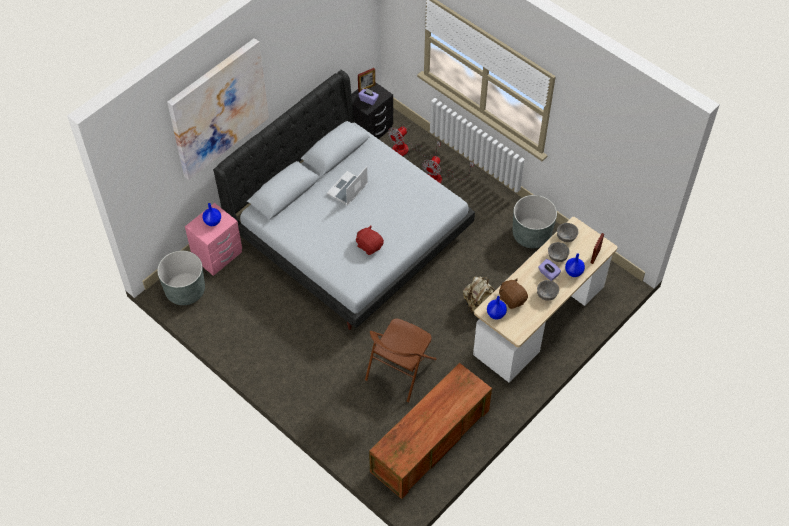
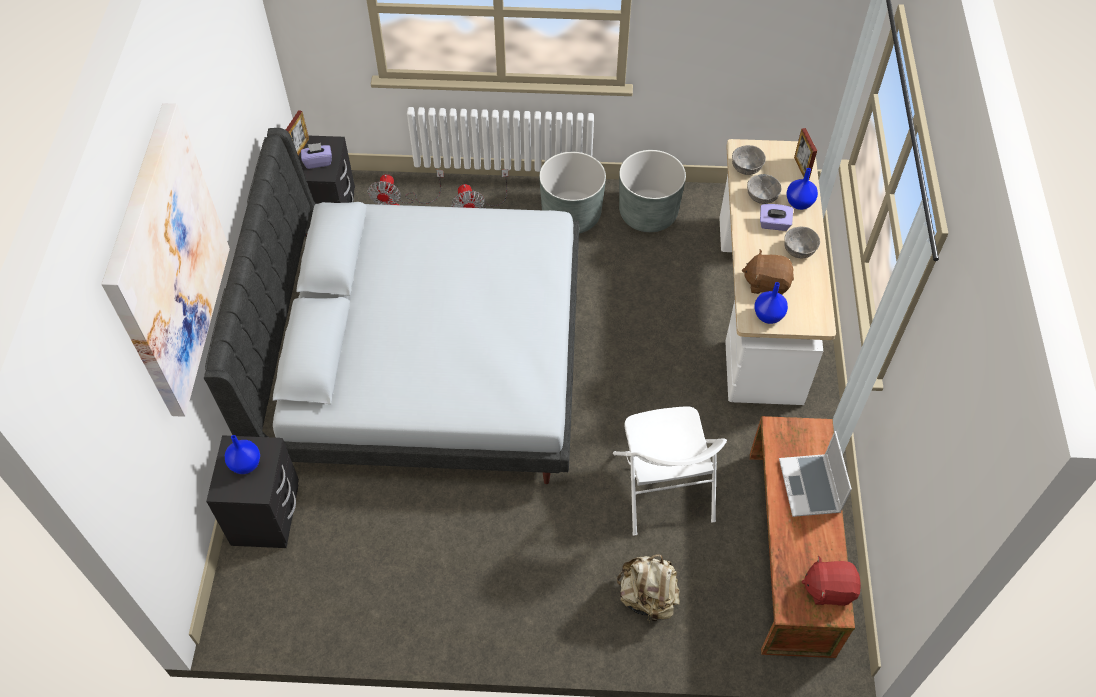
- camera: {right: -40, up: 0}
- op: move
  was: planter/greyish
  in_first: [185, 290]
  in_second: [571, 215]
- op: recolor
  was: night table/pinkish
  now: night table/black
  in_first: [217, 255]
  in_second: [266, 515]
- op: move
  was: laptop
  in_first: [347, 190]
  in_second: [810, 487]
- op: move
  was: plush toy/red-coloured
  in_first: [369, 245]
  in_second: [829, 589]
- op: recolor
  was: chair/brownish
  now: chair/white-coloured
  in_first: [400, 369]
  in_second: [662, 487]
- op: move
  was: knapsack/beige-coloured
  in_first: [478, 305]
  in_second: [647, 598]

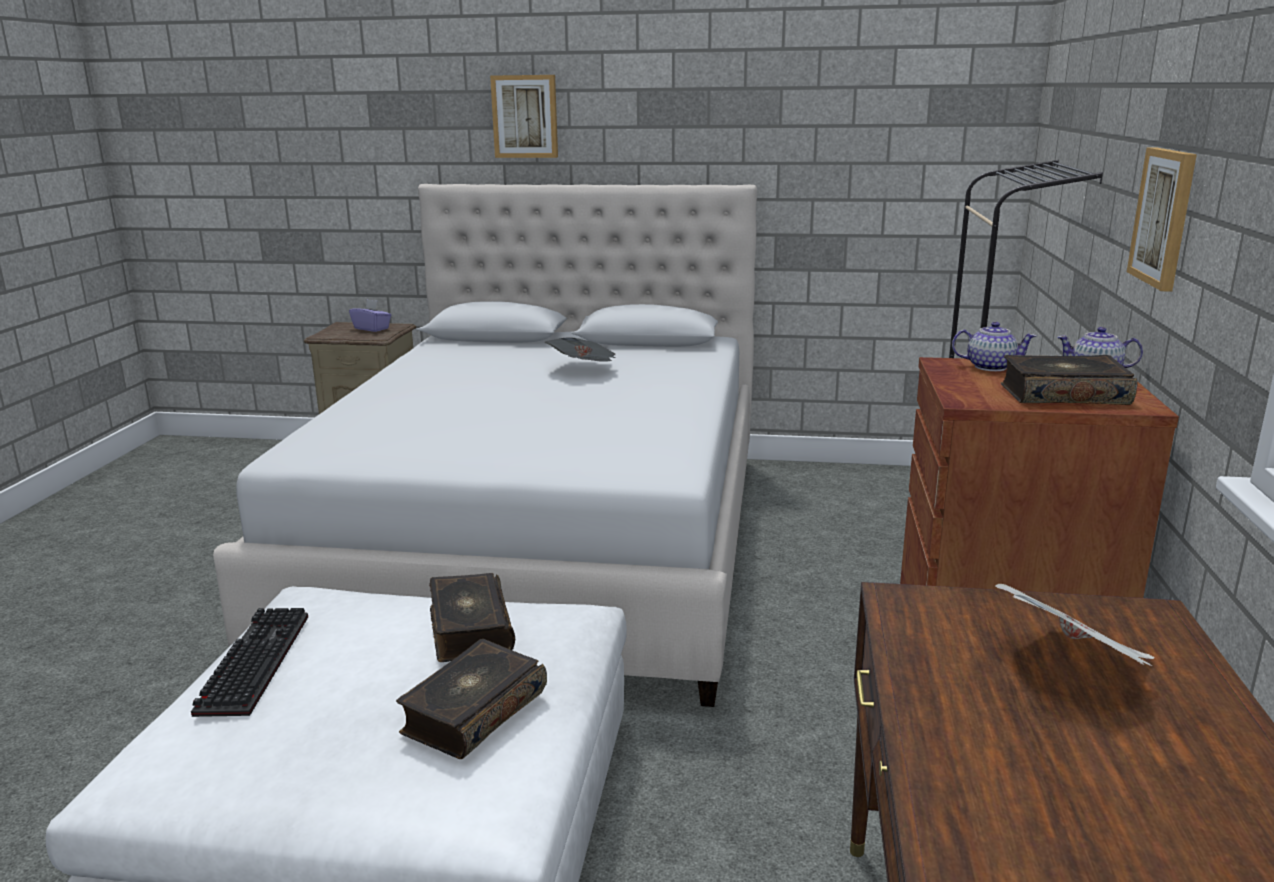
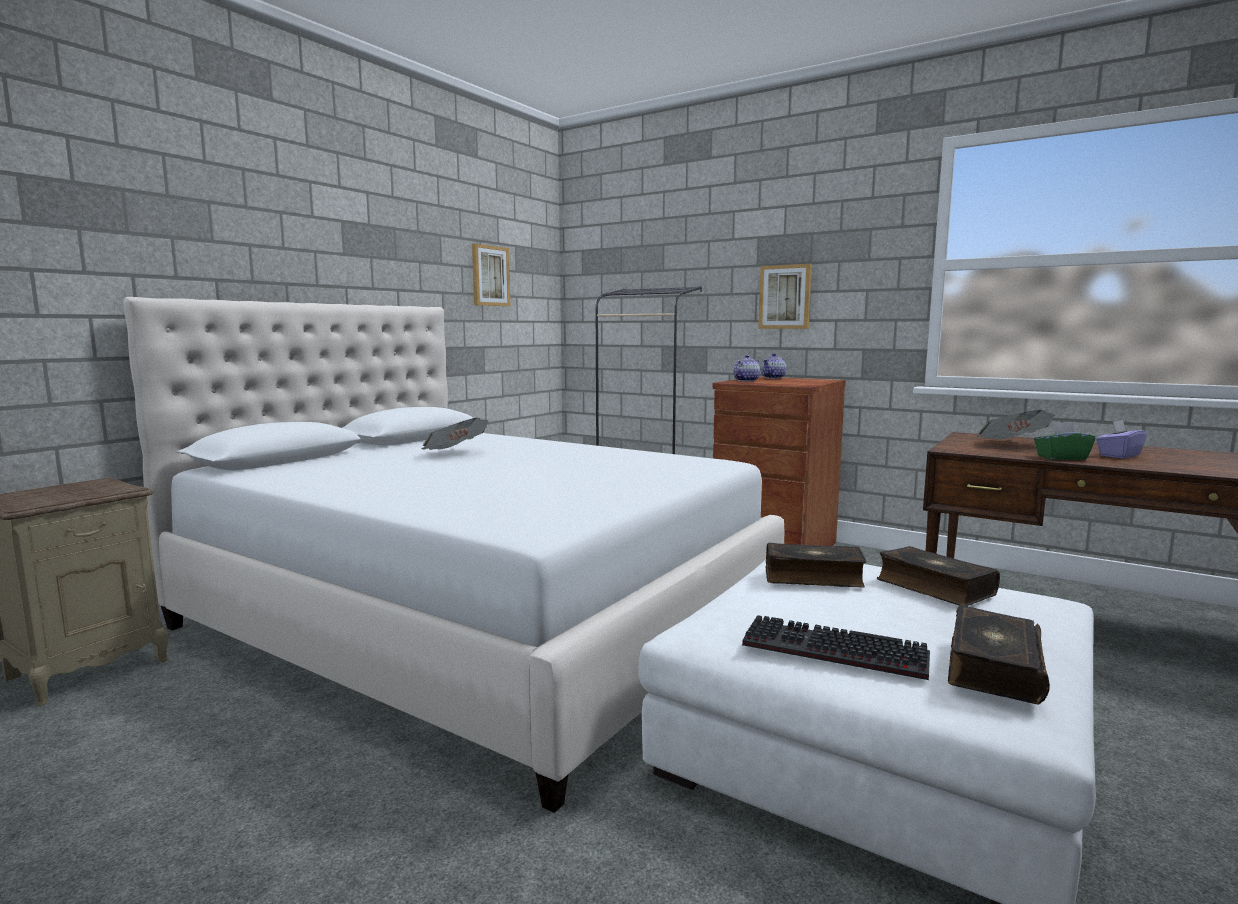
- camera: {right: -65, up: -10}
- op: move
  was: box of tissues/purplish
  in_first: [372, 328]
  in_second: [1118, 455]
- op: move
  was: wall picture
  in_first: [525, 116]
  in_second: [490, 276]
- op: move
  was: book
  in_first: [1063, 395]
  in_second: [992, 668]
- op: insert
  now: box of tissues/greenish
  in_second: [1061, 457]

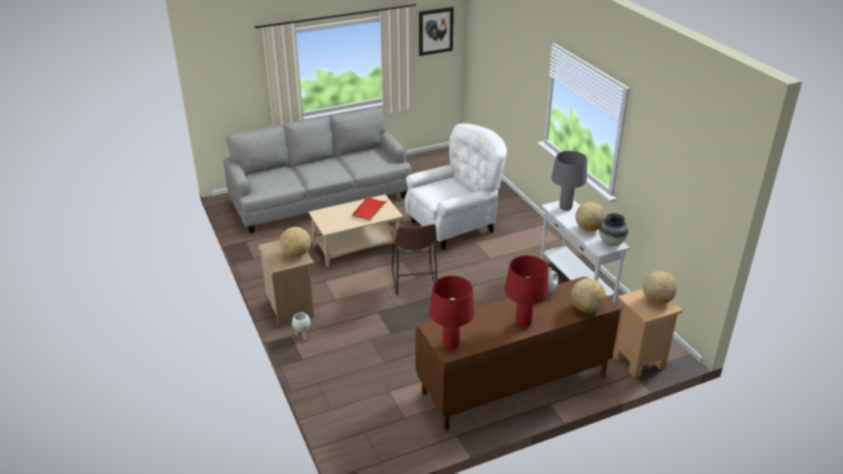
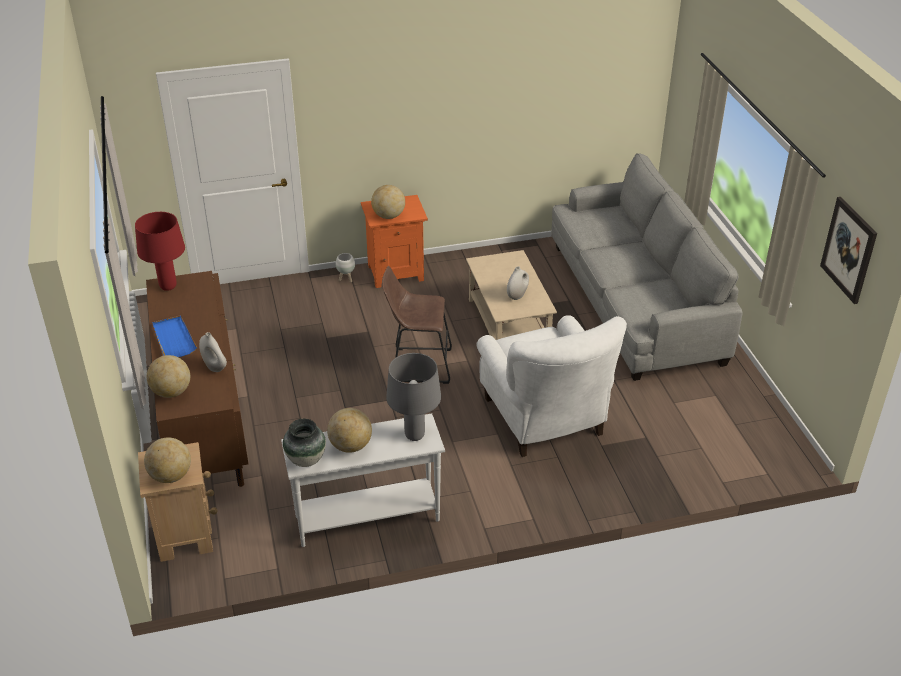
- camera: {right: 100, up: 5}
- op: recolor
  was: night table/beige-coloured
  now: night table/orange
  in_first: [291, 308]
  in_second: [396, 273]
- op: replace
  was: carrying tray/red-coloured
  now: flower vase/white-coloured
  in_first: [369, 209]
  in_second: [517, 295]
- op: replace
  was: lamp for a table/red-coloured
  now: carrying tray/blue-coloured
  in_first: [523, 323]
  in_second: [174, 339]

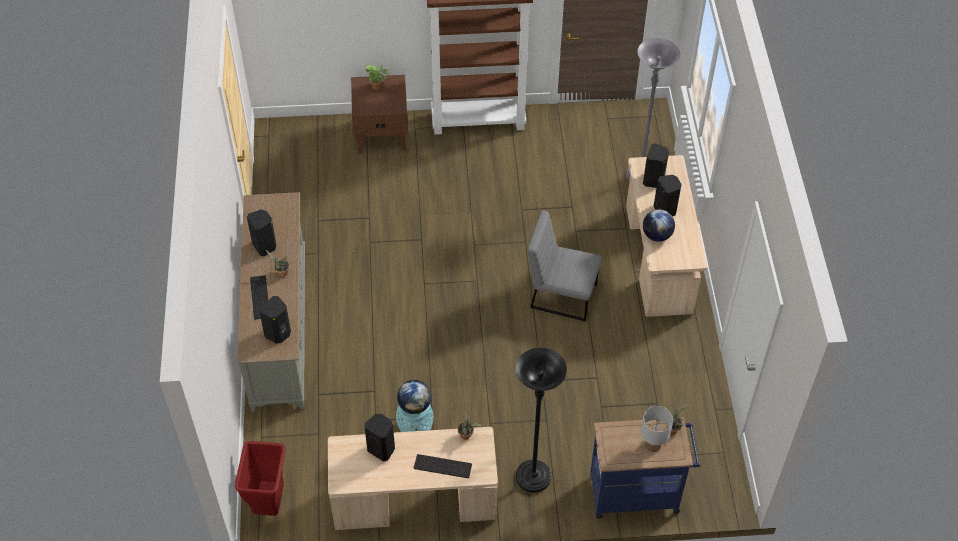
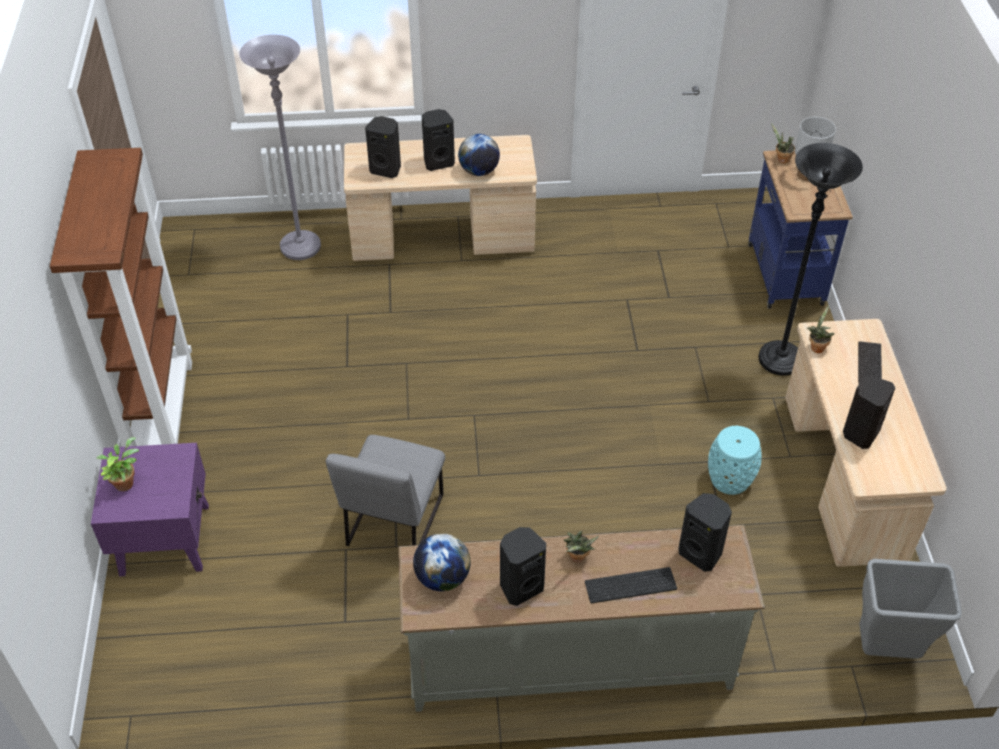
- camera: {right: -90, up: -5}
- op: recolor
  was: trash can/red-coloured
  now: trash can/greyish
  in_first: [270, 504]
  in_second: [886, 649]
- op: recolor
  was: night table/brownish
  now: night table/purplish
  in_first: [382, 134]
  in_second: [165, 538]
- op: move
  was: desk globe
  in_first: [414, 405]
  in_second: [442, 578]
- op: move
  was: chair/greyish
  in_first: [561, 295]
  in_second: [393, 522]

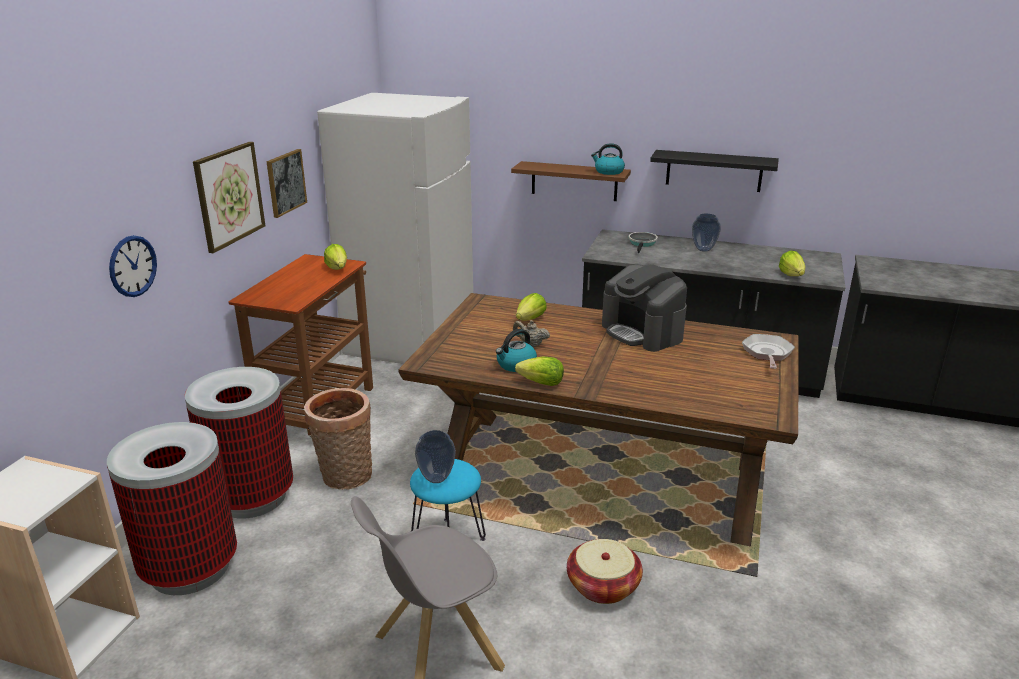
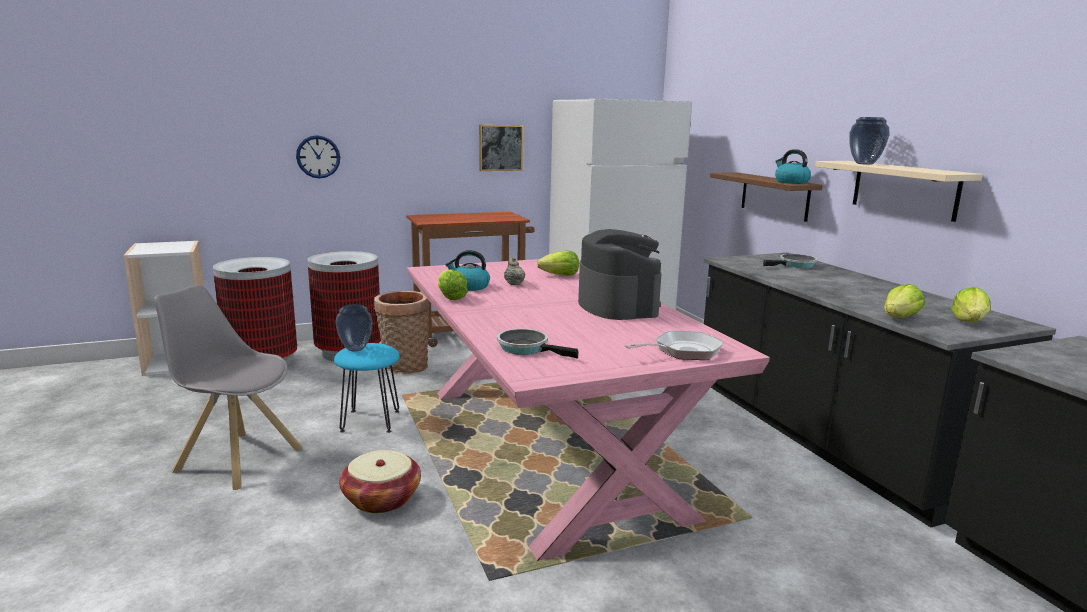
- camera: {right: 50, up: -10}
- op: delete
  was: wall picture
  in_first: [229, 195]
- op: move
  was: lettuce head
  in_first: [337, 268]
  in_second: [969, 322]
- op: recolor
  was: dinner table/brownish
  now: dinner table/pinkish
  in_first: [598, 472]
  in_second: [546, 446]
- op: rotate
  was: coffee brewer
  in_first: [642, 332]
  in_second: [617, 305]
  clockwise: 150
- op: recolor
  was: shelf/black
  now: shelf/beige-coloured
  in_first: [714, 171]
  in_second: [904, 189]
- op: move
  was: flower vase
  in_first: [703, 249]
  in_second: [864, 164]
- op: insert
  now: frying pan
  in_second: [527, 348]

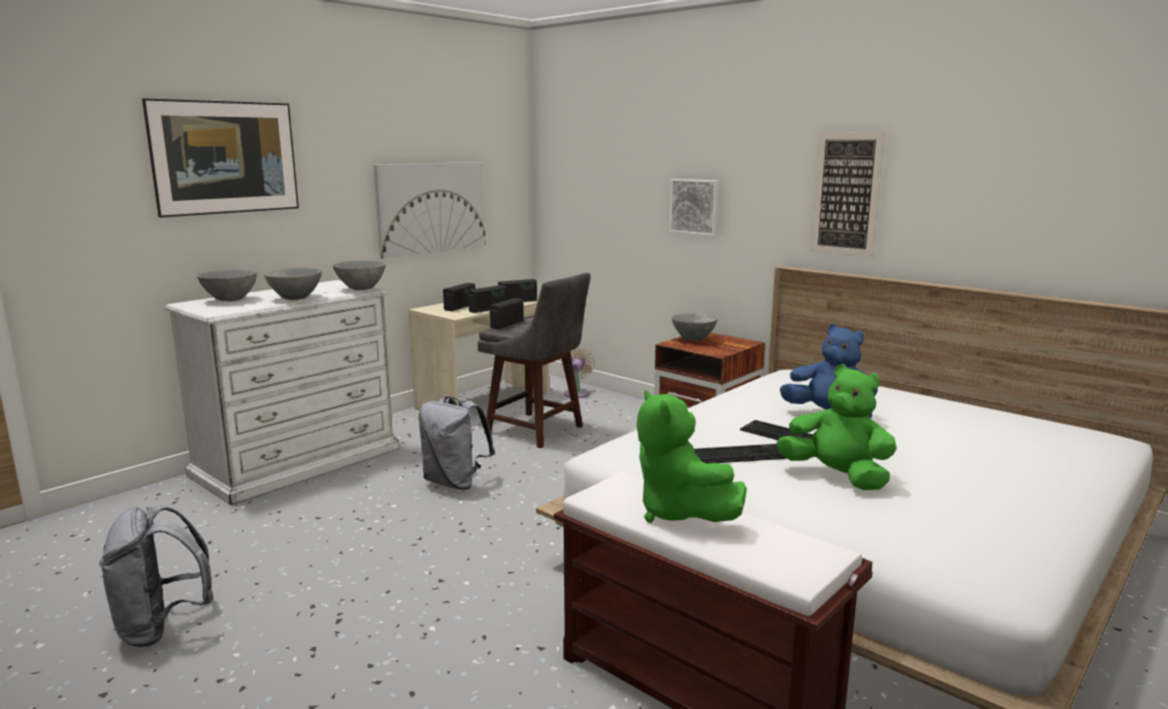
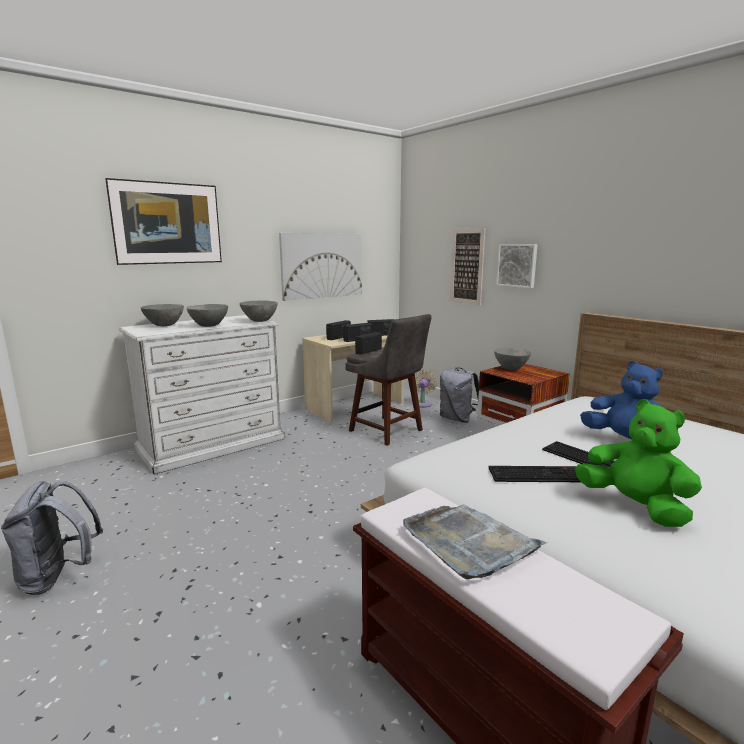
- camera: {right: 10, up: 0}
- op: move
  was: knapsack/greyish
  in_first: [455, 483]
  in_second: [457, 419]
- op: replace
  was: plush toy/greenish
  now: carrying tray/greyish
  in_first: [679, 513]
  in_second: [469, 542]
- op: move
  was: wall picture
  in_first: [846, 194]
  in_second: [467, 266]

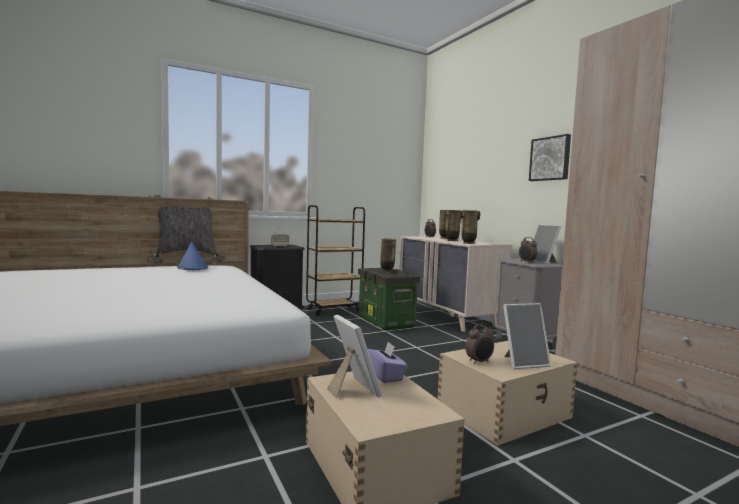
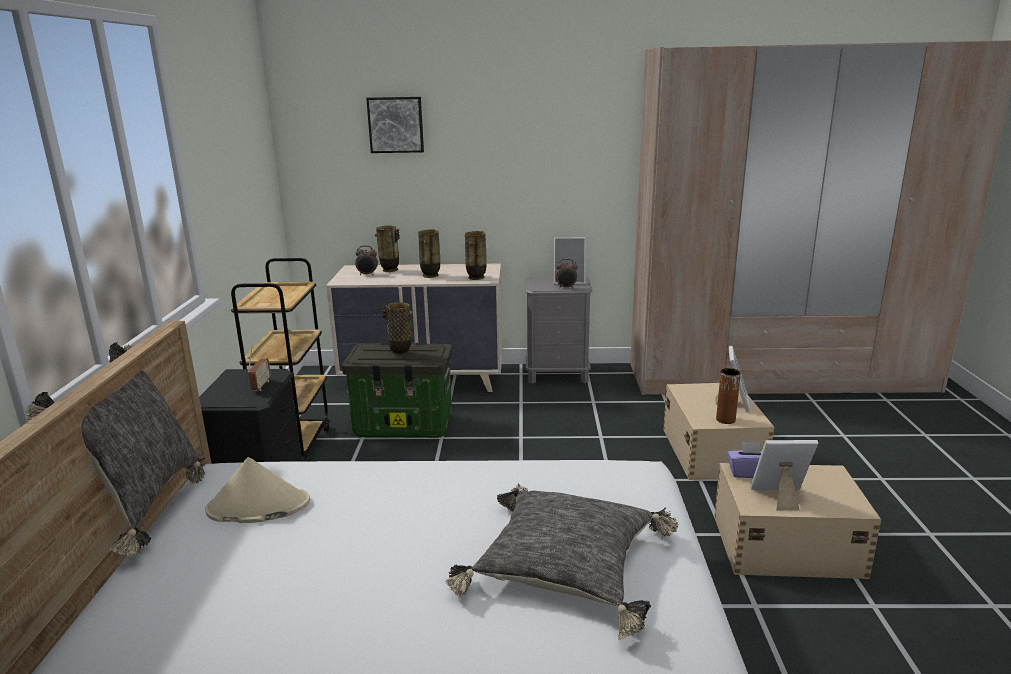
- camera: {right: -60, up: 15}
- op: recolor
  was: wearable hat/blue-coloured
  now: wearable hat/beige-coloured
  in_first: [192, 267]
  in_second: [258, 506]
- op: replace
  was: table clock
  now: flower vase/brownish
  in_first: [479, 362]
  in_second: [725, 420]
- op: move
  was: wall picture
  in_first: [550, 158]
  in_second: [396, 125]
- op: insert
  now: pillow
  in_second: [567, 562]

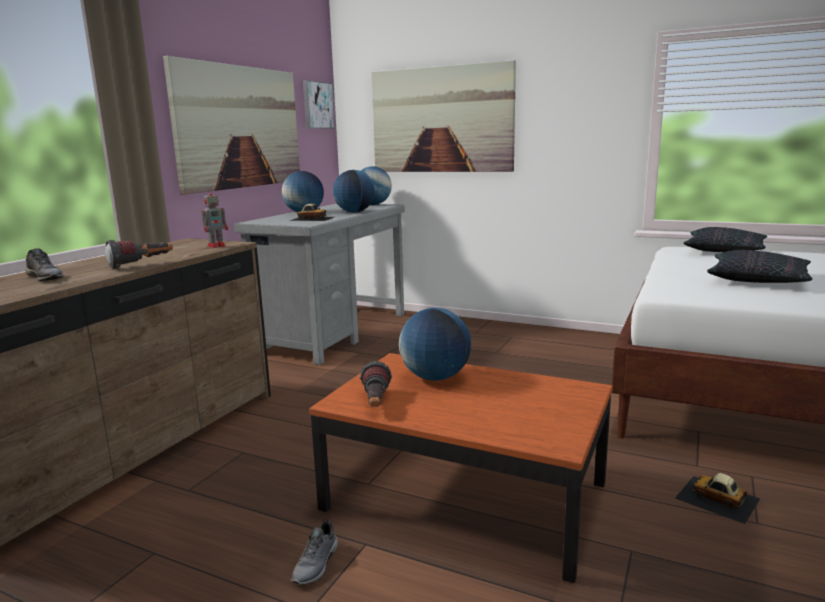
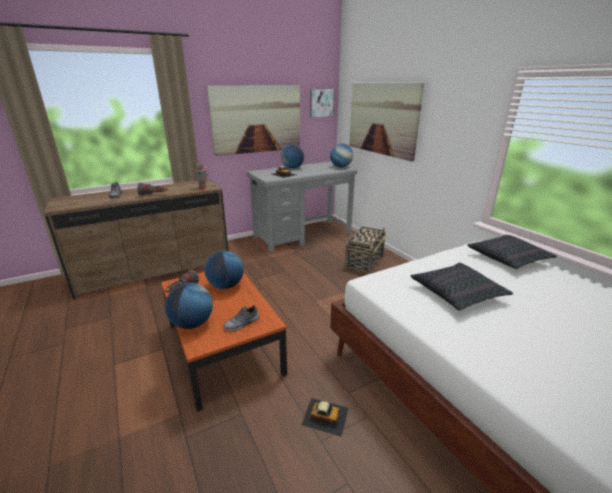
- camera: {right: 35, up: 10}
- op: move
  was: shoe/greyish
  in_first: [317, 564]
  in_second: [242, 324]
- op: move
  was: desk globe
  in_first: [354, 212]
  in_second: [192, 324]
- op: rotate
  was: toy car
  in_first: [717, 498]
  in_second: [325, 415]
  clockwise: 120
- op: insert
  now: storage basket
  in_second: [364, 262]

